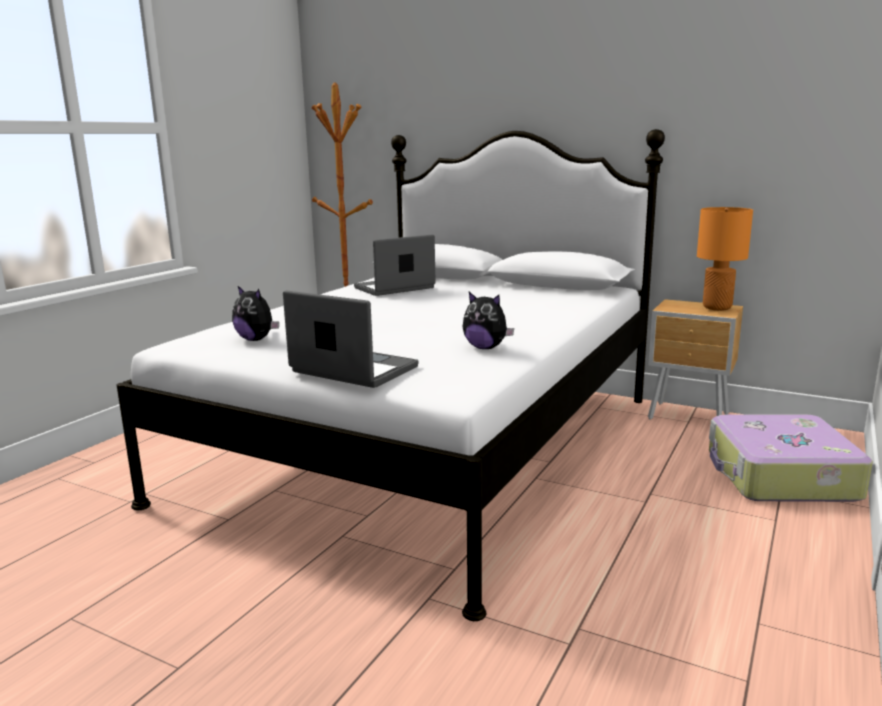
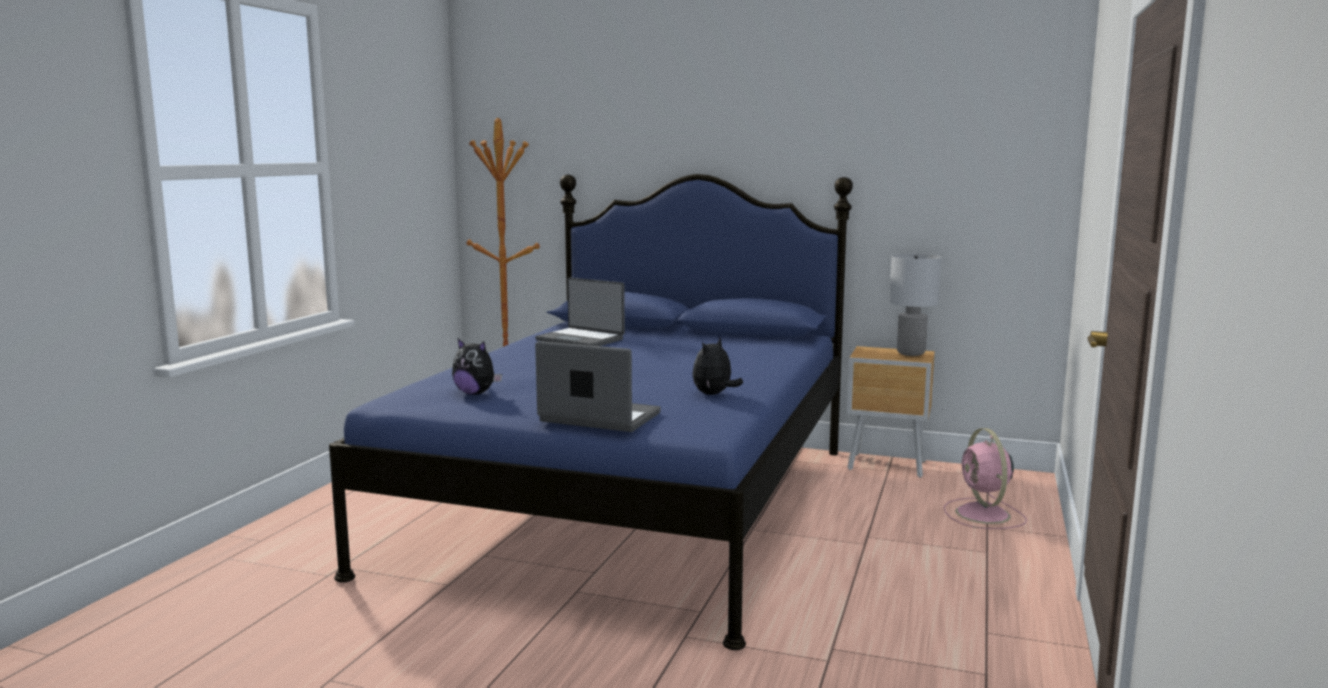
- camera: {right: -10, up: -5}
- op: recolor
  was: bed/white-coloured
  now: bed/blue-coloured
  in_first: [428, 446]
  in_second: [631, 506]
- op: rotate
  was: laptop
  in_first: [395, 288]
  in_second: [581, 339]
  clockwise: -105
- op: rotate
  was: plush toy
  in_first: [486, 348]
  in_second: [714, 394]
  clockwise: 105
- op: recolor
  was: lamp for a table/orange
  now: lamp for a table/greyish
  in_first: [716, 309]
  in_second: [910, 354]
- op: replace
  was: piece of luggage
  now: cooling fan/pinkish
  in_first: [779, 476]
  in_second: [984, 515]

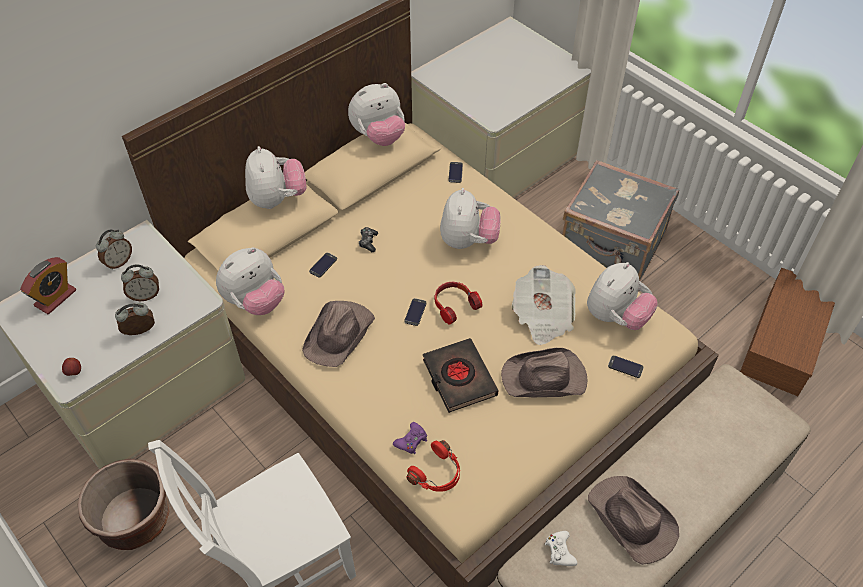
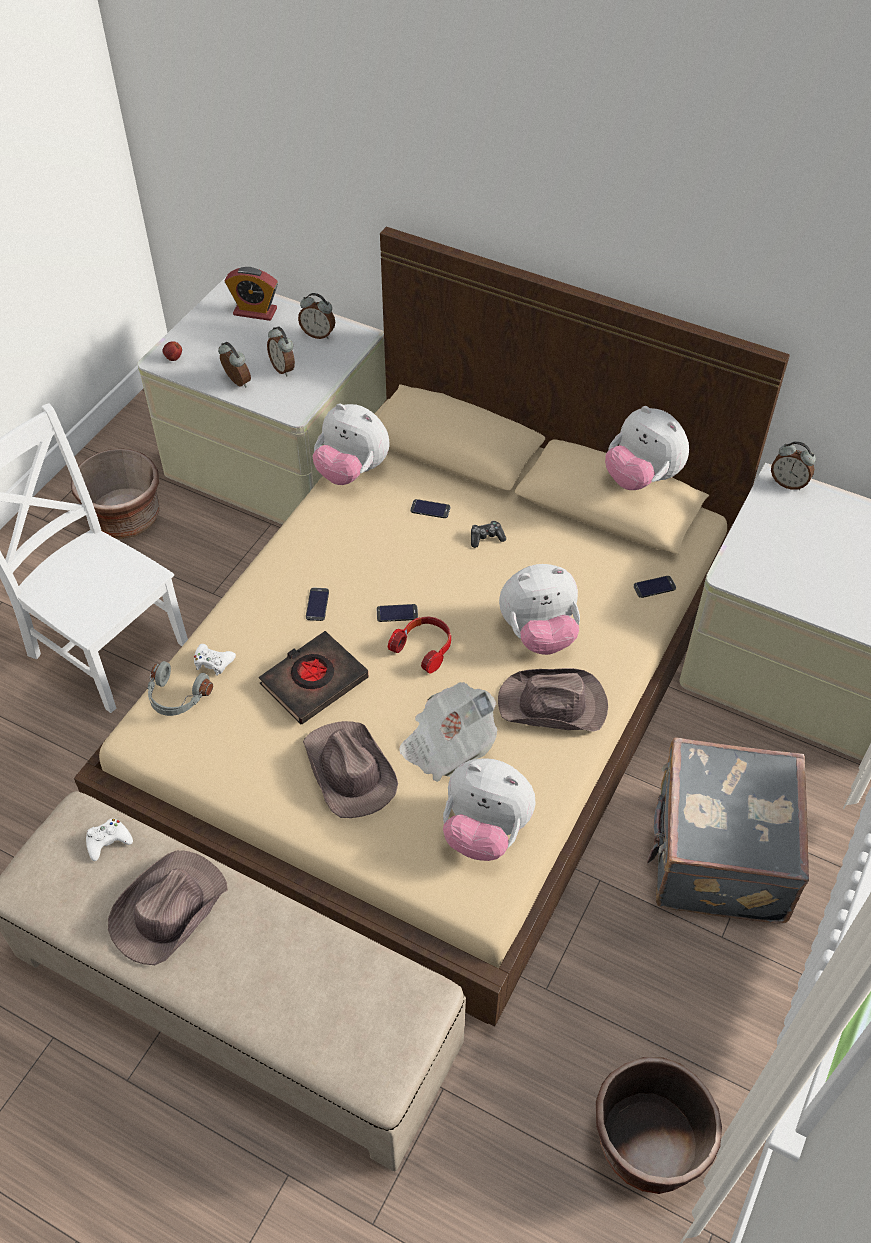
- camera: {right: 70, up: 0}
- op: delete
  was: plush toy
  in_first: [277, 199]
- op: move
  was: wearable hat/brownish
  in_first: [339, 334]
  in_second: [553, 705]
- op: recolor
  was: game controller/purplish
  now: game controller/white-coloured
  in_first: [411, 441]
  in_second: [213, 662]
- op: recolor
  was: pair of headphones/red-coloured
  now: pair of headphones/greyish
  in_first: [437, 474]
  in_second: [177, 697]
- op: move
  was: phone
  in_first: [625, 366]
  in_second: [317, 604]
- op: replace
  was: storage container/brownish
  now: planter/brownish
  in_first: [782, 340]
  in_second: [648, 1142]
- op: insert
  now: table clock
  in_second: [788, 483]

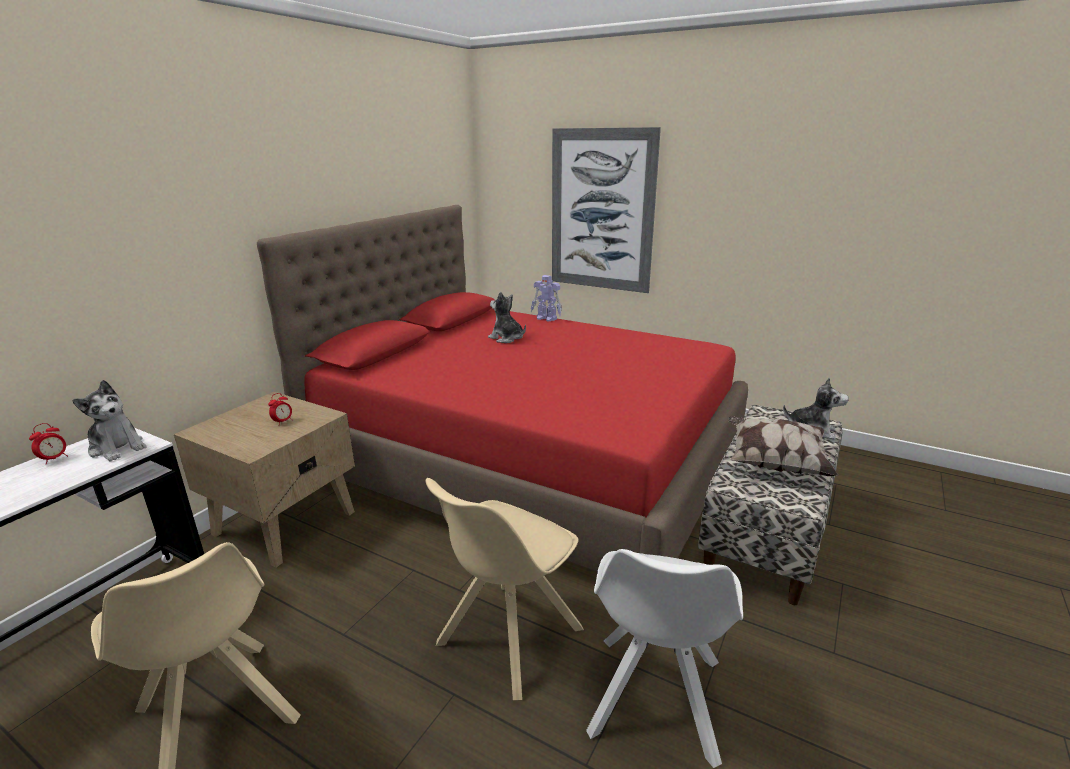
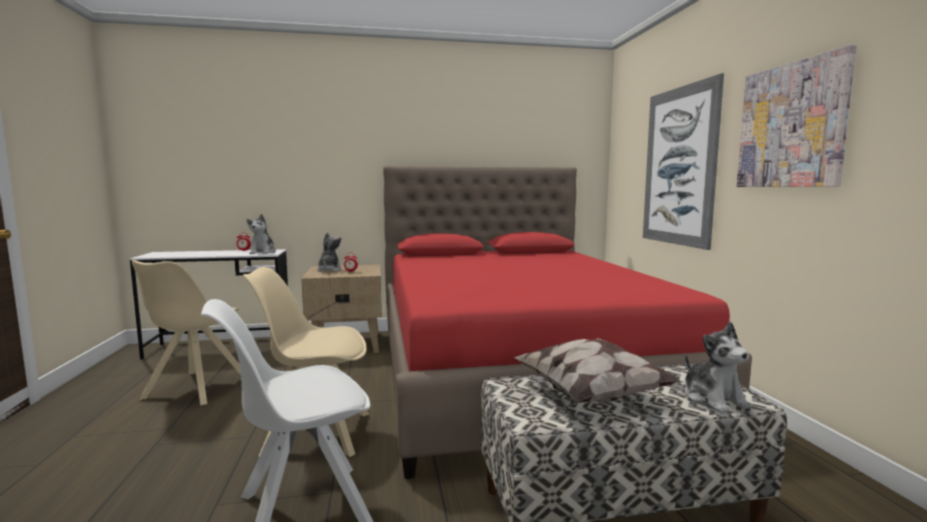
- camera: {right: 50, up: -15}
- op: move
  was: plush toy
  in_first: [507, 338]
  in_second: [329, 270]
- op: delete
  was: toy robot
  in_first: [547, 318]
- op: insert
  now: wall picture
  in_second: [791, 125]

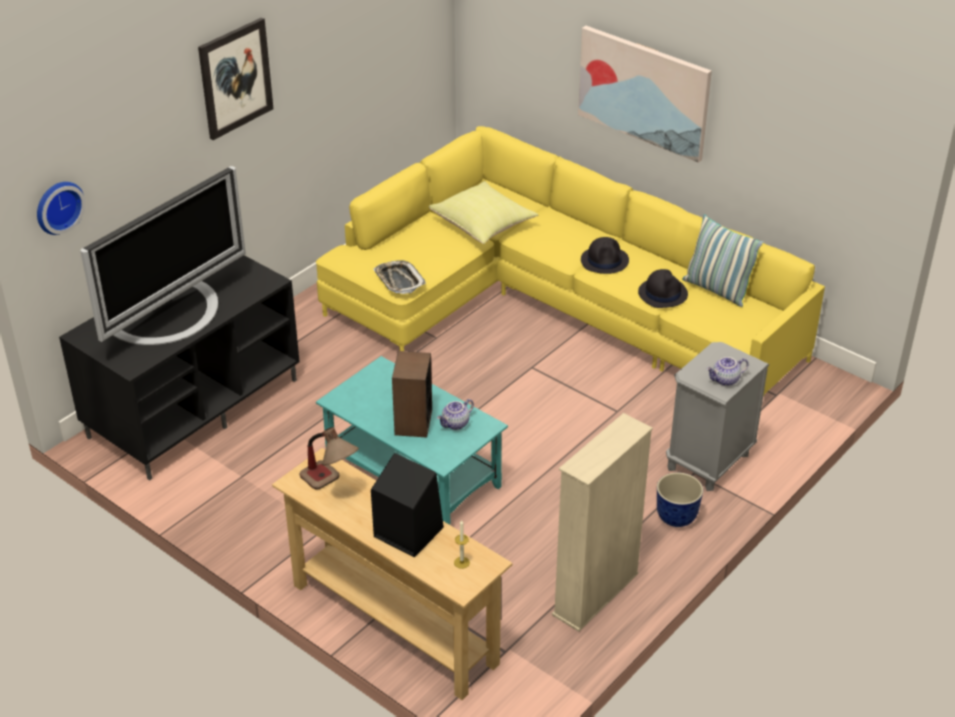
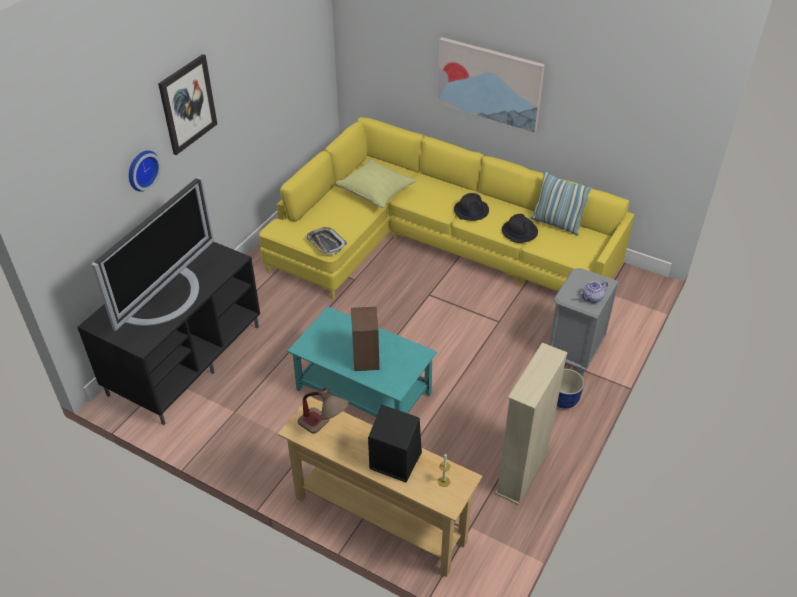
- camera: {right: -10, up: 5}
- op: move
  was: clock on the wall
  in_first: [57, 206]
  in_second: [141, 169]
- op: delete
  was: teapot
  in_first: [455, 424]

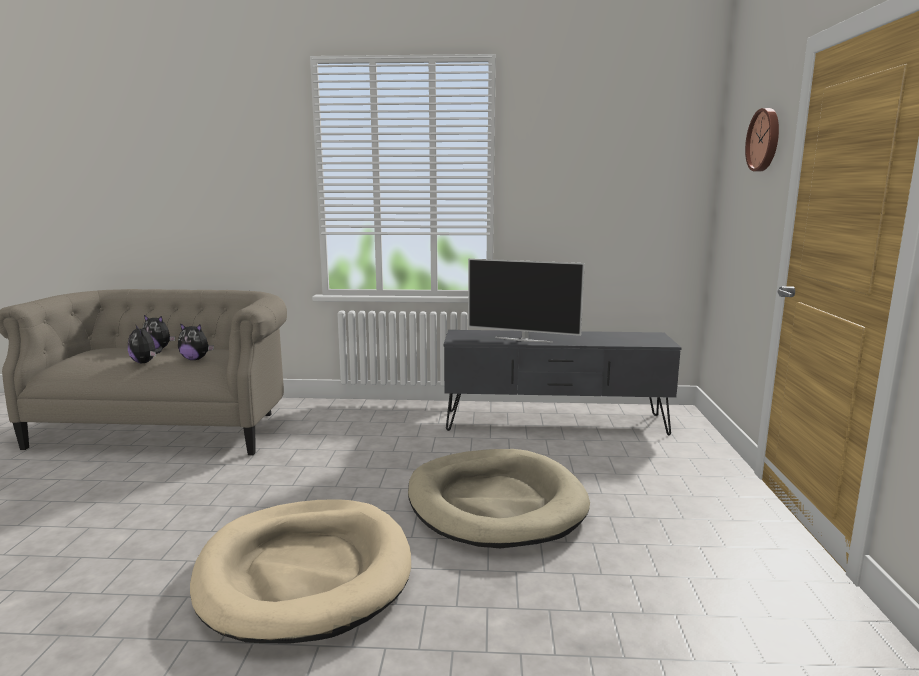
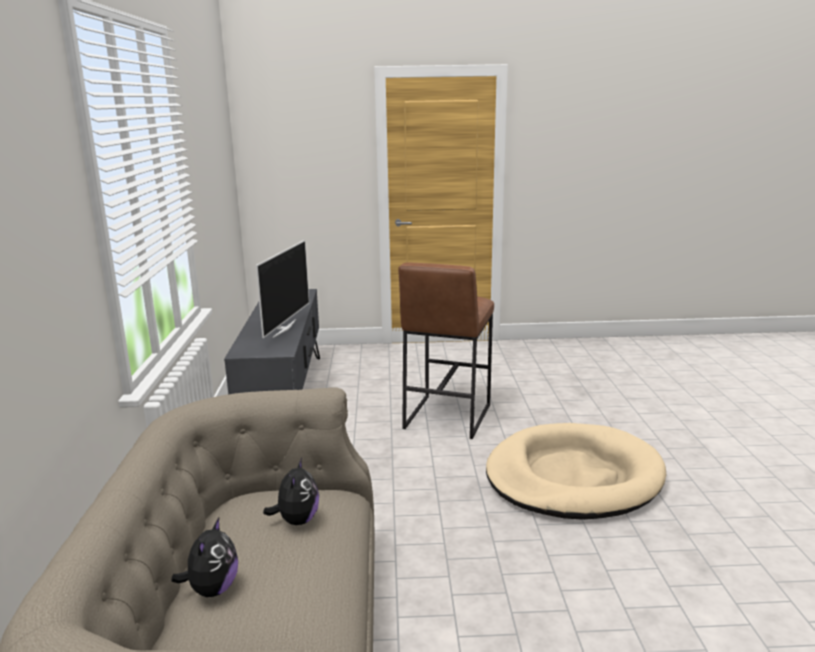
- camera: {right: -95, up: 5}
- op: delete
  was: plush toy
  in_first: [145, 362]
- op: replace
  was: dog cushion/beige-coloured
  now: stool seat/brownish
  in_first: [495, 503]
  in_second: [447, 417]
- op: delete
  was: clock on the wall
  in_first: [765, 140]

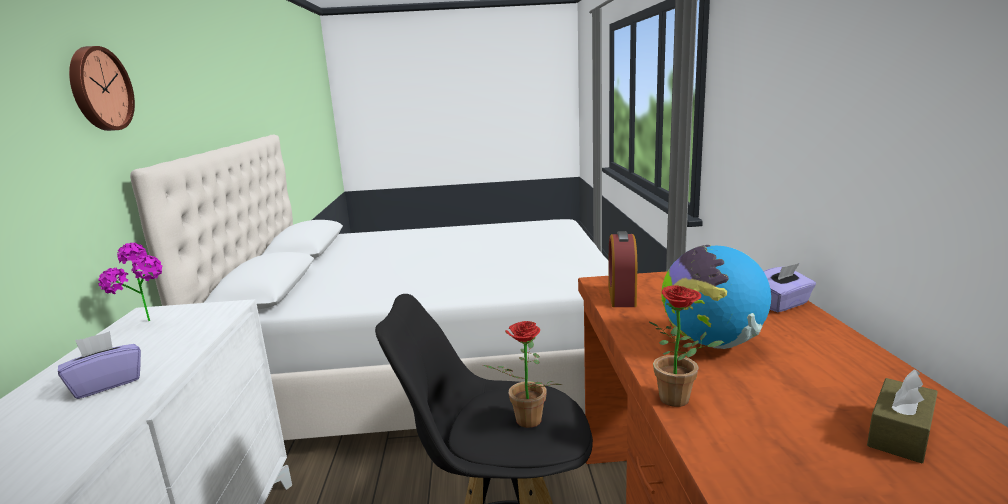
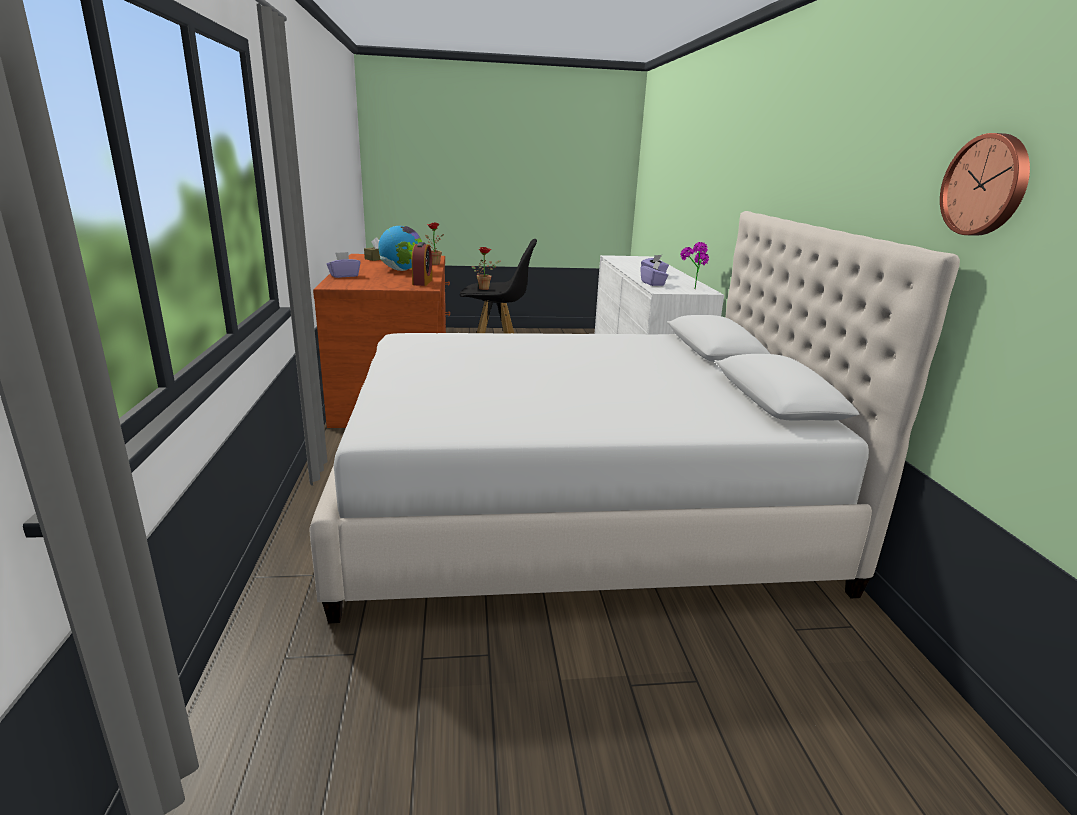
- camera: {right: 175, up: 5}
- op: move
  was: clock on the wall
  in_first: [99, 89]
  in_second: [987, 185]
- op: insert
  now: box of tissues/purplish
  in_second: [653, 283]

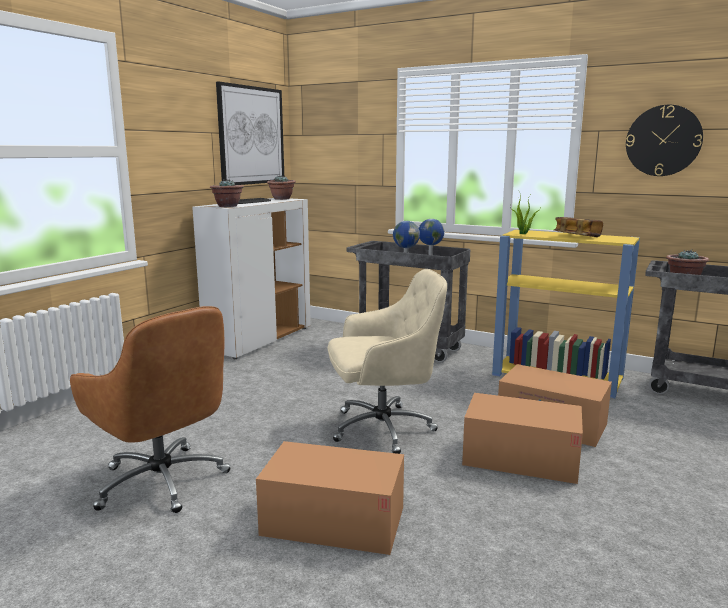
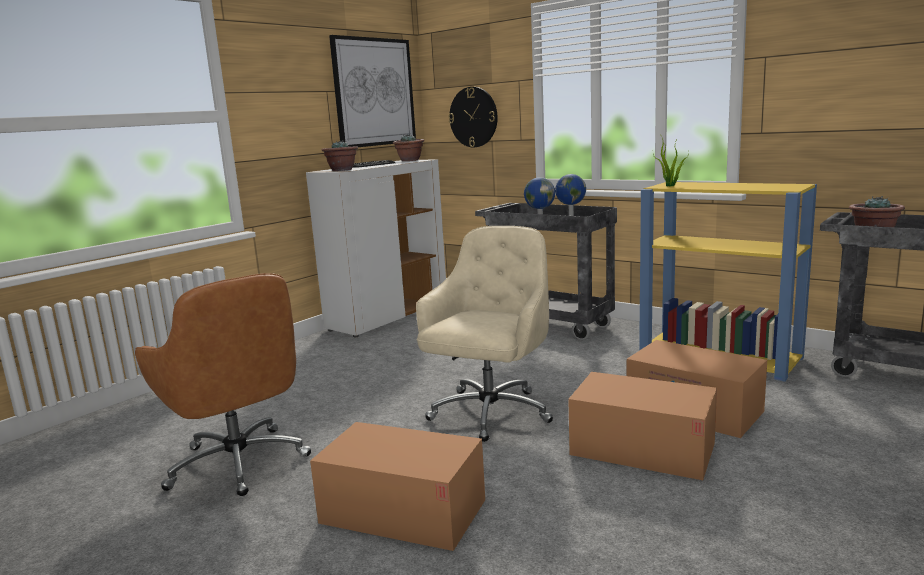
- camera: {right: 10, up: 0}
- op: rotate
  was: computer chair/beige-coloured
  in_first: [382, 428]
  in_second: [491, 413]
  clockwise: -60
- op: delete
  was: book
  in_first: [577, 236]
- op: move
  was: clock on the wall
  in_first: [663, 140]
  in_second: [473, 117]

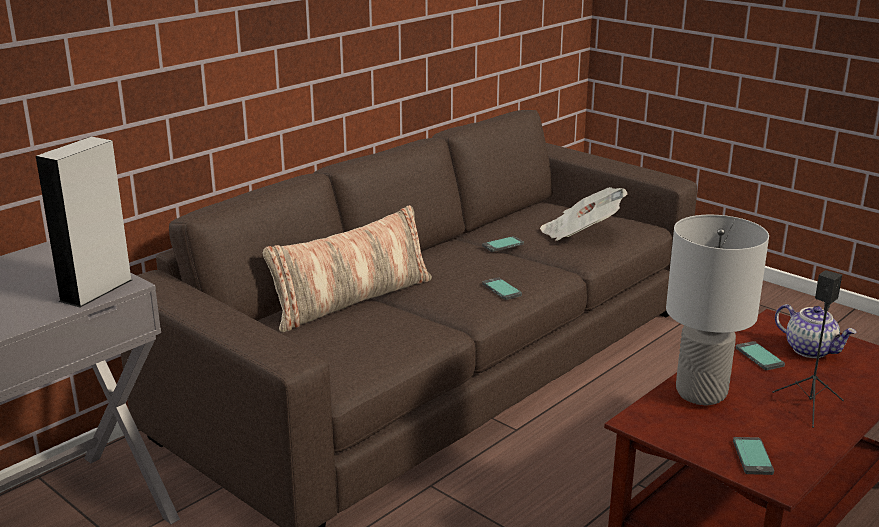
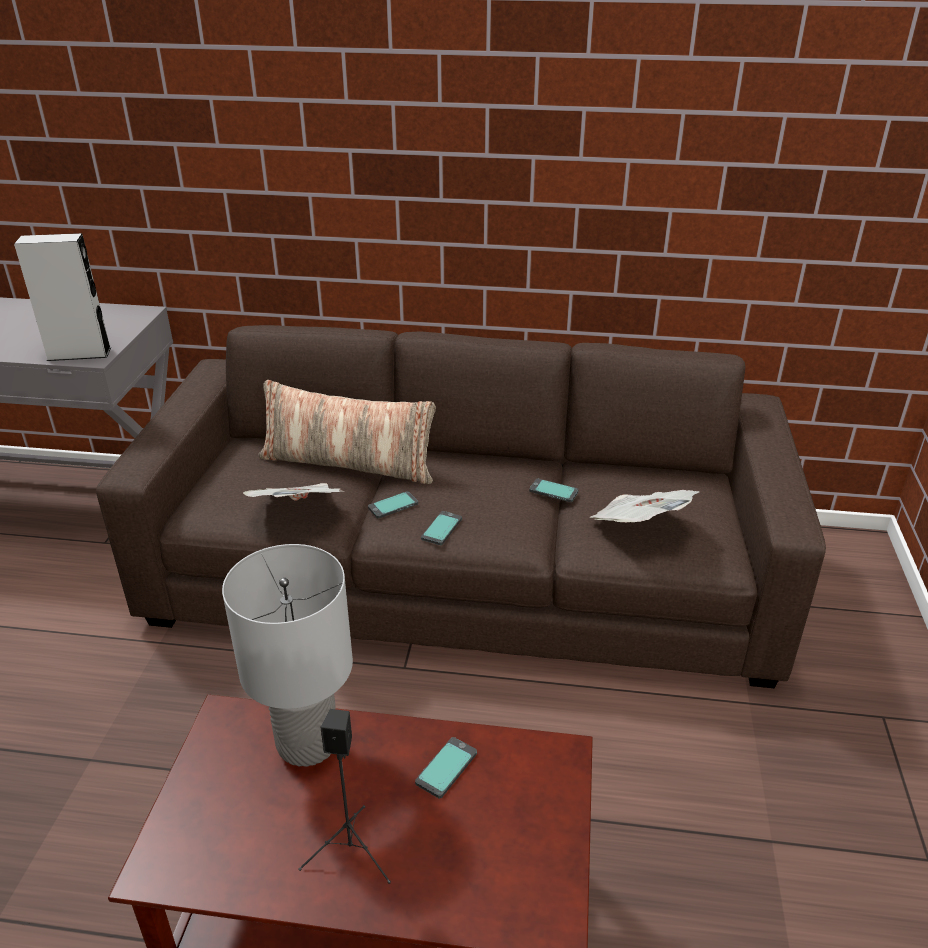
- camera: {right: 55, up: 10}
- op: move
  was: phone
  in_first: [753, 457]
  in_second: [393, 506]
- op: delete
  was: teapot
  in_first: [811, 350]
- op: insert
  now: newspaper
  in_second: [300, 512]

